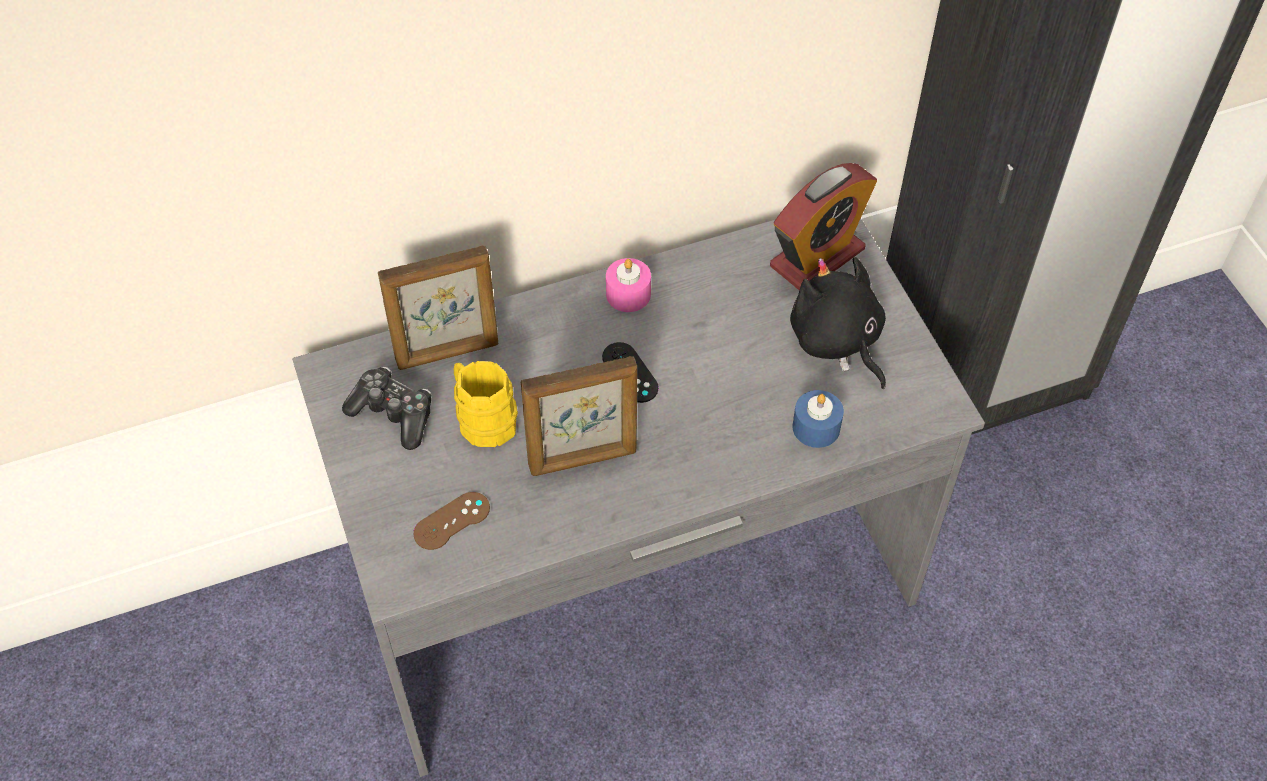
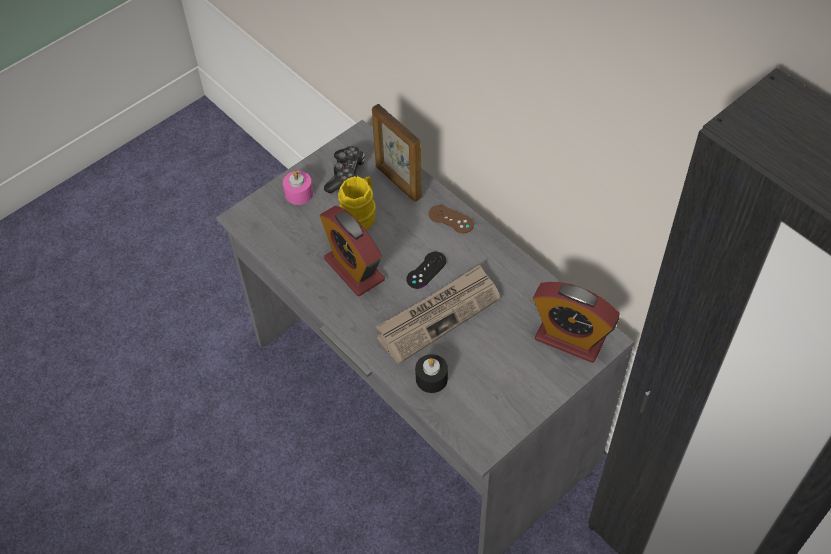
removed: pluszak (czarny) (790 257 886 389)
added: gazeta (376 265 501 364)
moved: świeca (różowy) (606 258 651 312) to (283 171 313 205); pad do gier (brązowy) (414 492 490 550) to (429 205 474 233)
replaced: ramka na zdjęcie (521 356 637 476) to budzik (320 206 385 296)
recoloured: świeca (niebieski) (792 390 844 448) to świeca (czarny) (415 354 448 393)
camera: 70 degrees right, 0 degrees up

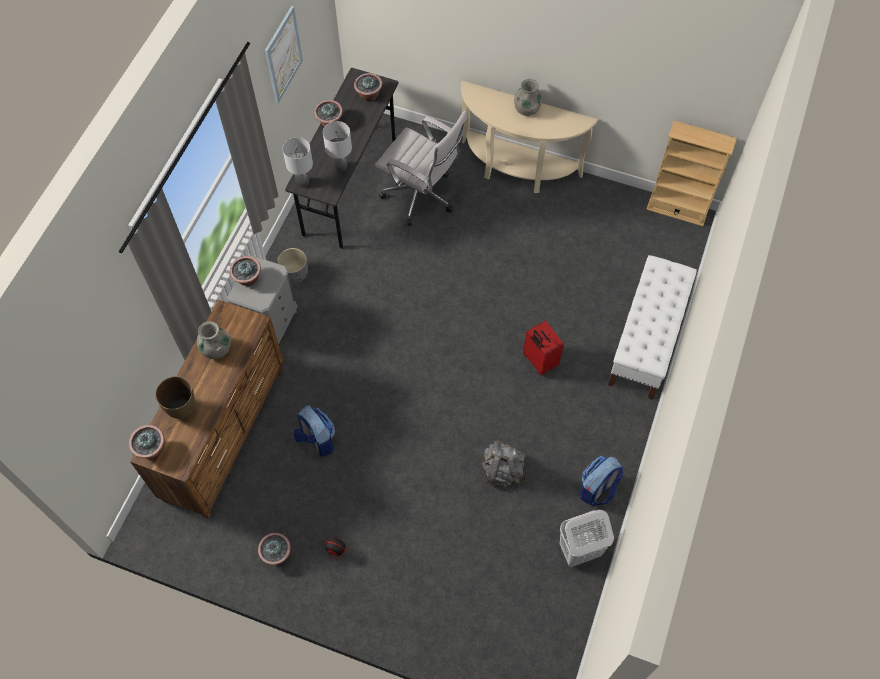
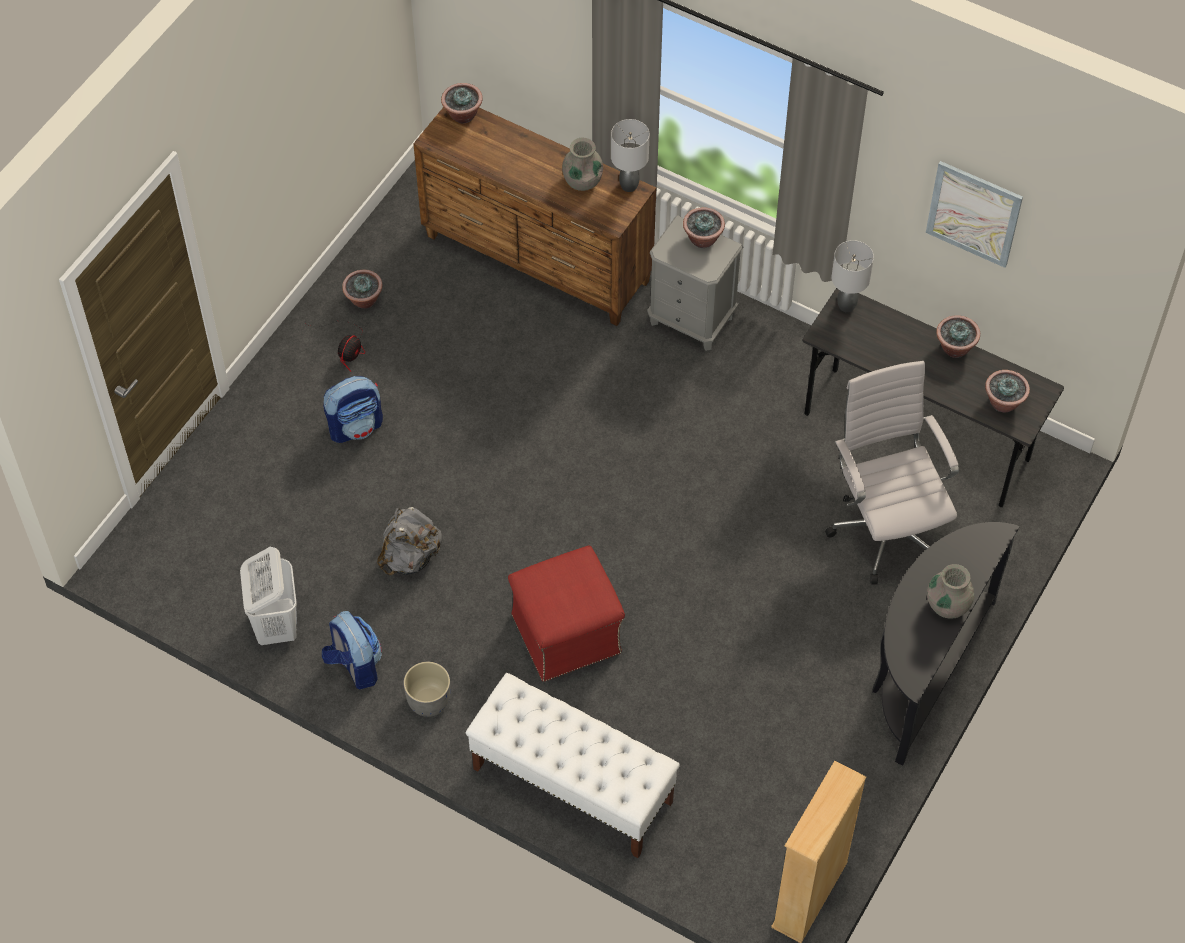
removed: wazon (brązowy) (155 376 195 419)
moved: lampa stołowa (szary) (323 121 352 172) to (611 119 649 192); donica (szary) (277 248 308 283) to (403 662 450 717); plecak (294 406 335 457) to (323 376 383 443)
replaced: walizka (czerwony) (523 321 564 375) to pufa (czerwony) (508 545 625 682)
recoloured: stolik konsolowy (beżowy) (461 81 598 193) to stolik konsolowy (czarny) (872 522 1019 766)
turned: krzesło biurowe (biały) (375 111 467 226) = (825 361 959 585) 120 degrees clockwise
camera: 100 degrees right, 5 degrees down

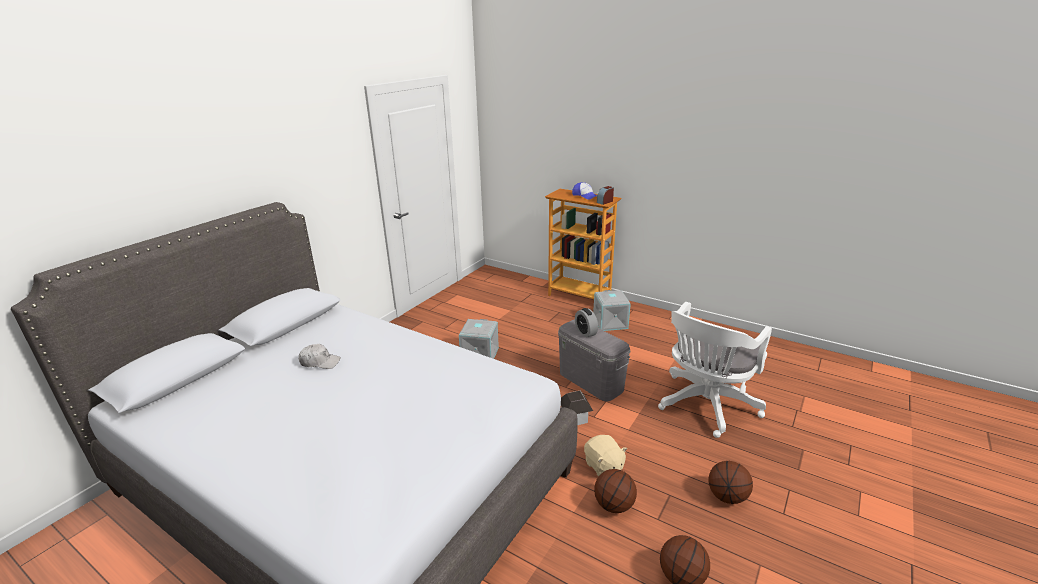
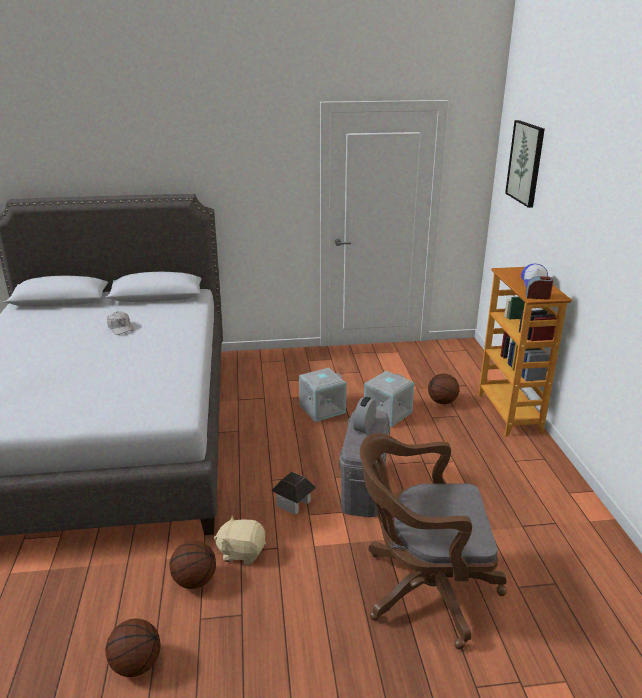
added: obraz (505 120 545 208)
moved: pojemnik do przechowywania (szary) (593 290 631 331) to (364 371 414 427); piłka do koszykówki (708 461 753 504) to (428 373 460 404)
recoloured: krzesło biurowe (biały) (658 302 772 438) to krzesło biurowe (brązowy) (360 433 507 650)
turned: pluszak (beżowy) (584 435 627 477) = (214 516 266 564) 75 degrees clockwise
camera: 50 degrees right, 0 degrees up

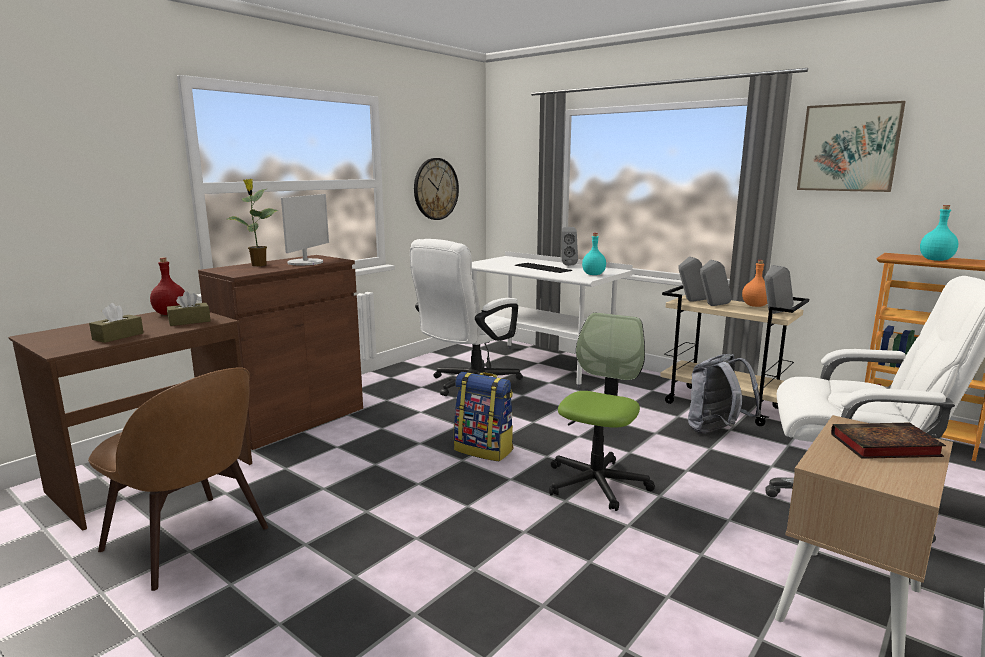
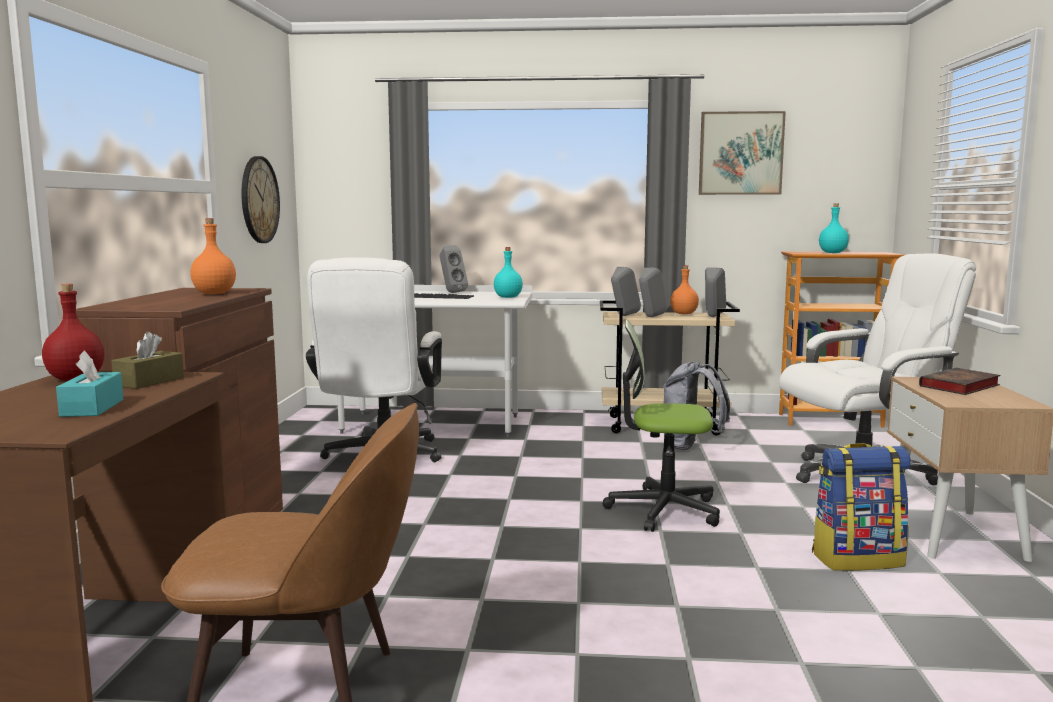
removed: roślina doniczkowa (228 179 278 266)
moved: plecak (454 372 513 462) to (812 443 911 571)
replaced: monitor (281 194 329 265) to butelka (pomarańczowy) (190 218 236 294)
recoloured: pudełko chusteczek (brązowy) (89 303 144 343) to pudełko chusteczek (turkusowy) (56 350 123 417)
turned: krzesło biurowe (549 313 655 511) = (603 320 720 532) 75 degrees counterclockwise
camera: 35 degrees left, 5 degrees down

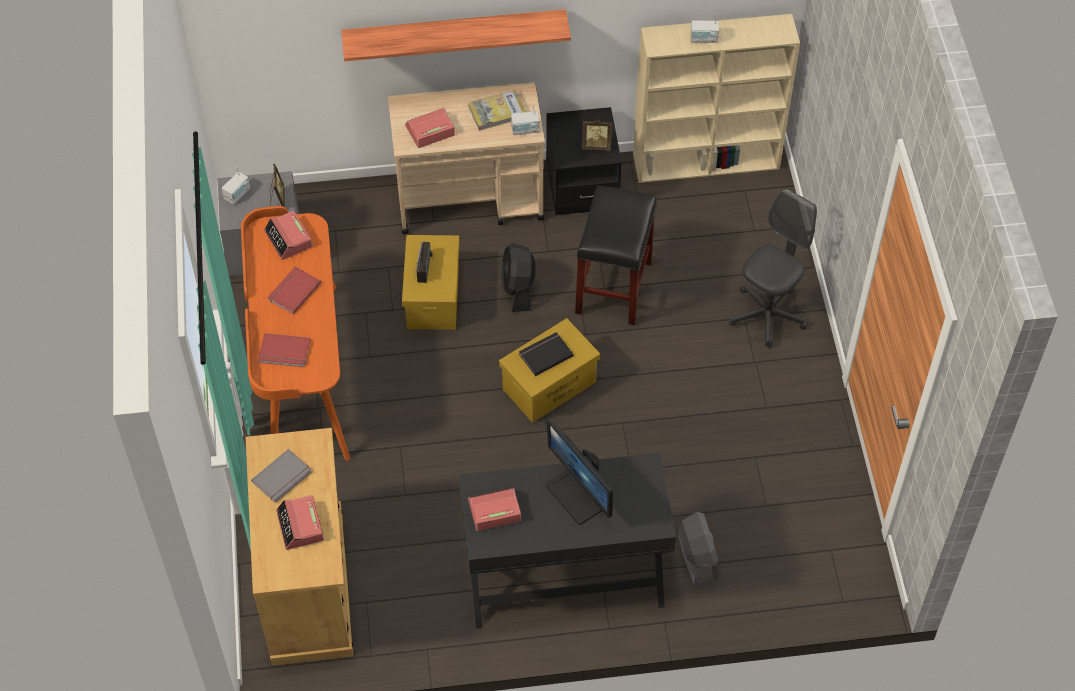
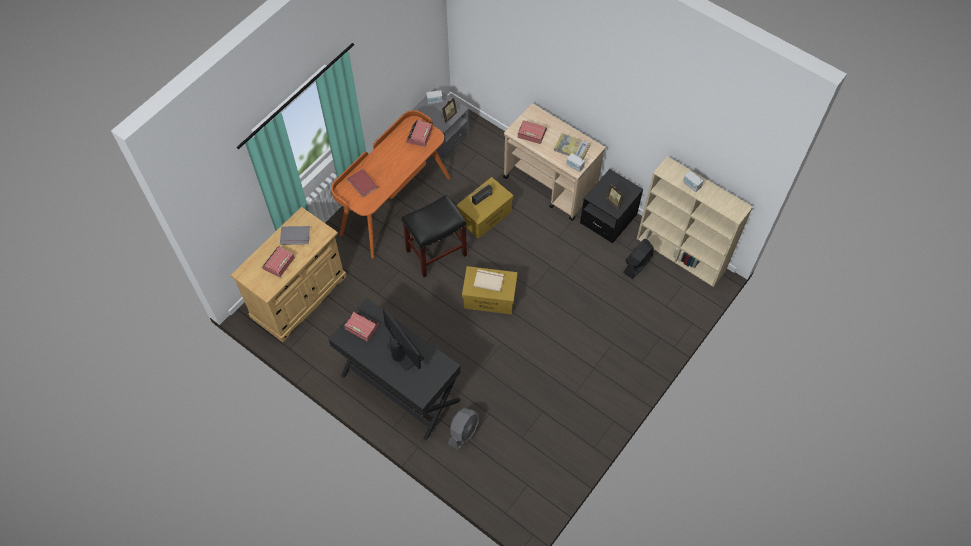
removed: półka (341 9 571 61); krzesło biurowe (szary) (729 189 817 348); książka (czerwony) (267 267 321 314)
moved: stołek (czarny) (575 185 657 325) to (402 195 467 277); wentylator (czarny) (502 243 536 312) to (623 239 654 279)
recoloured: książka (czarny) (519 332 573 376) to książka (beżowy) (474 269 504 292)
turned: monitor (545 418 613 525) = (383 309 424 370) 135 degrees clockwise
camera: 45 degrees right, 5 degrees up

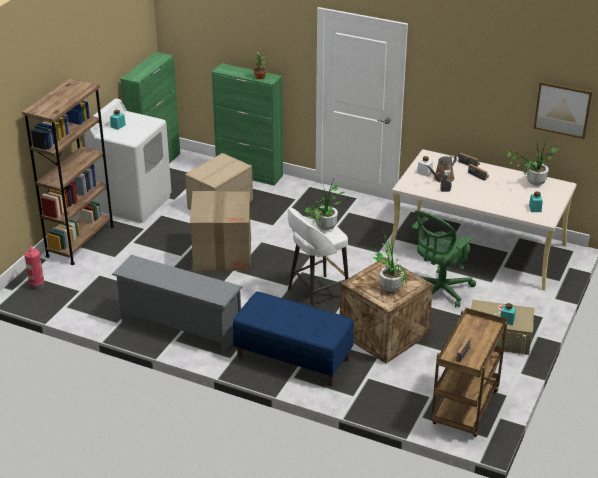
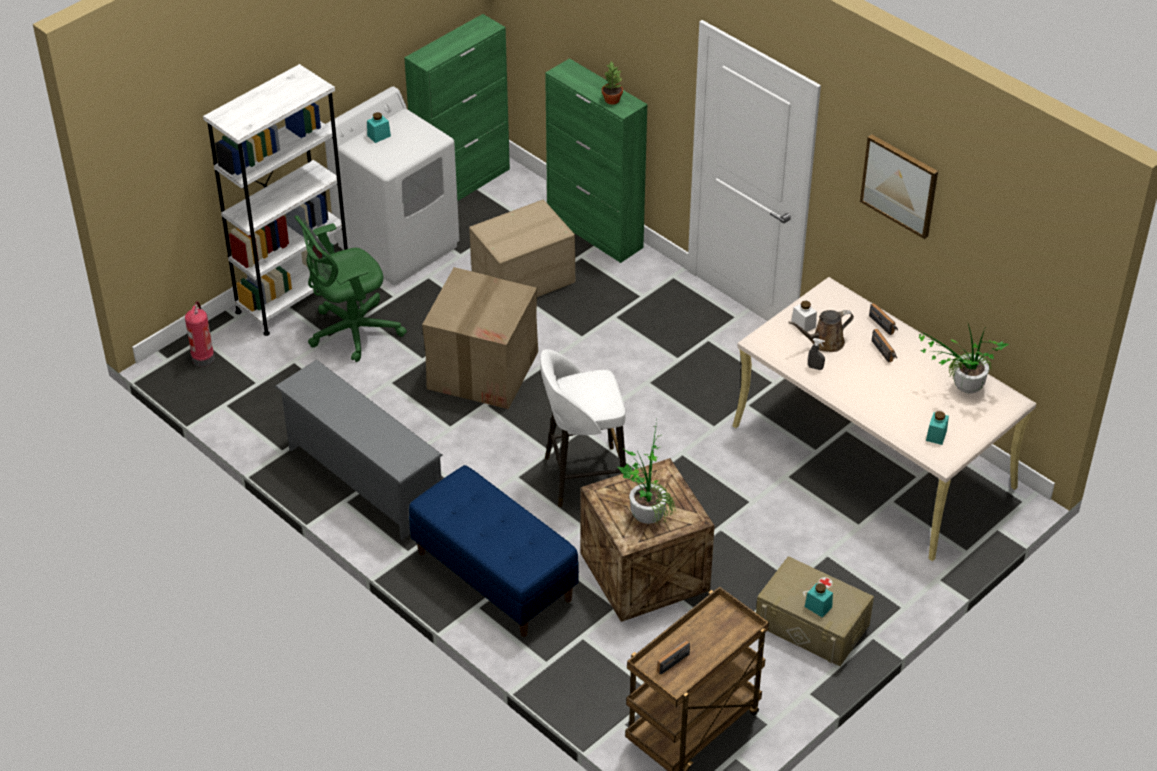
removed: roślina doniczkowa (304 177 345 230)
moved: obraz (534 81 592 139) to (860 134 938 239); krzesło biurowe (zielony) (412 210 476 307) to (294 215 407 362)
recoloured: regał (brązowy) (22 78 114 265) to regał (biały) (203 64 348 336)
camera: 20 degrees right, 10 degrees up

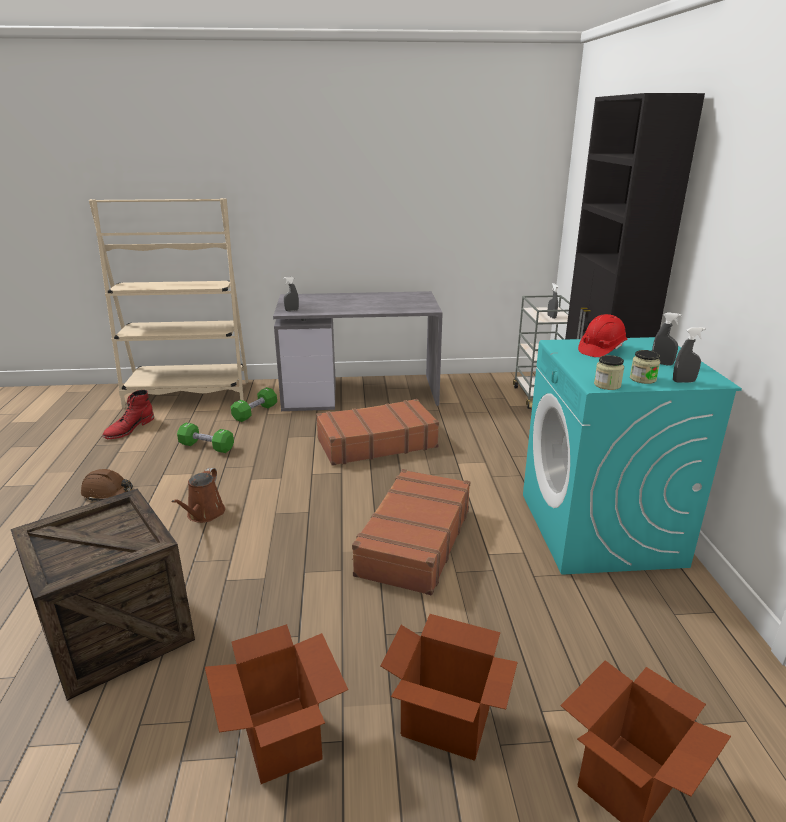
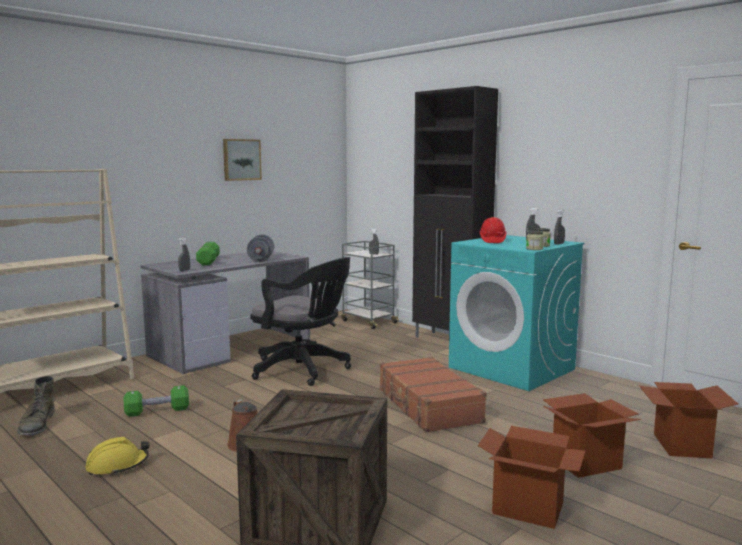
added: obraz (223 139 262 181); hantel (szary) (247 234 274 262)
moved: hantel (zielony) (231 387 277 422) to (196 242 220 265)
replaced: walizka (brązowy) (316 399 439 466) to krzesło biurowe (czarny) (250 257 351 386)
recoloured: but z cholewką (czerwony) (102 390 154 439) to but z cholewką (zielony) (17 376 55 436); kask (brązowy) (81 469 133 502) to kask (żółty) (85 437 150 475)
camera: 40 degrees left, 15 degrees down

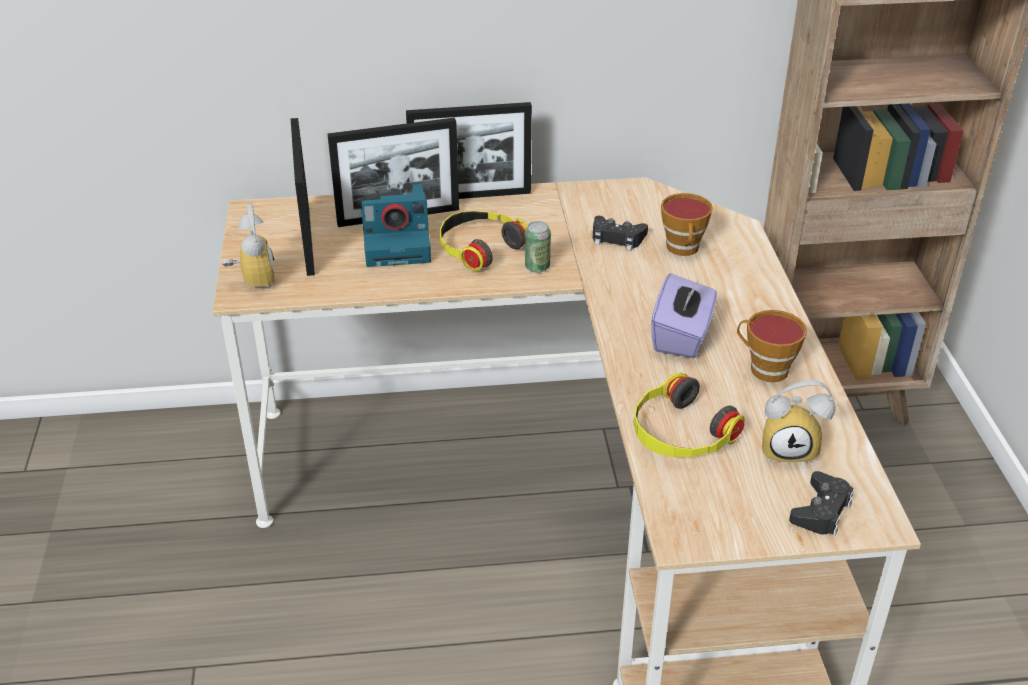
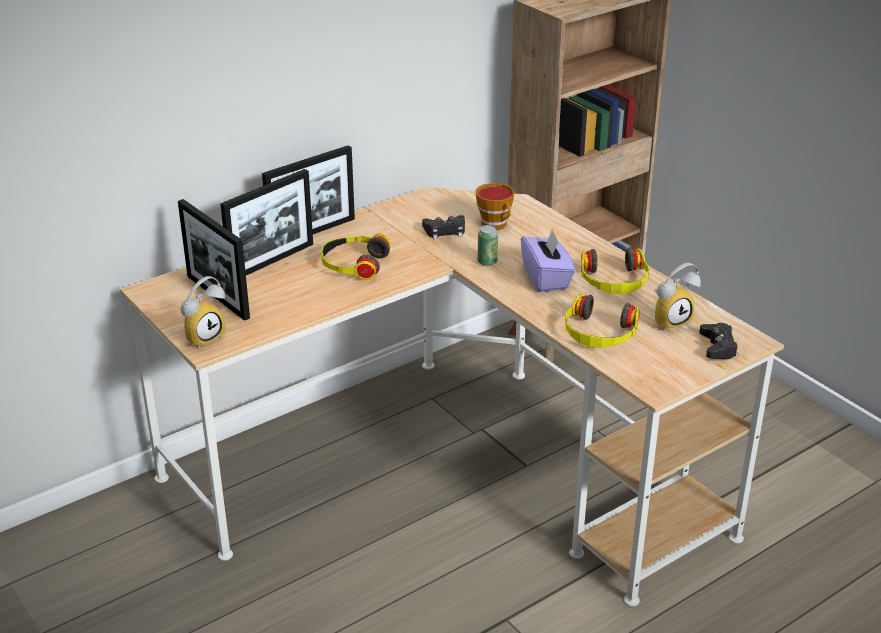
removed: aparat fotograficzny (361 184 431 267)
moved: puszka (525 221 551 273) to (477 225 498 266)
replaced: filiżanka (737 310 807 382) to słuchawki (581 248 649 294)
turned: budzik (222 203 275 289) = (181 276 225 349) 90 degrees clockwise
camera: 30 degrees left, 5 degrees down

